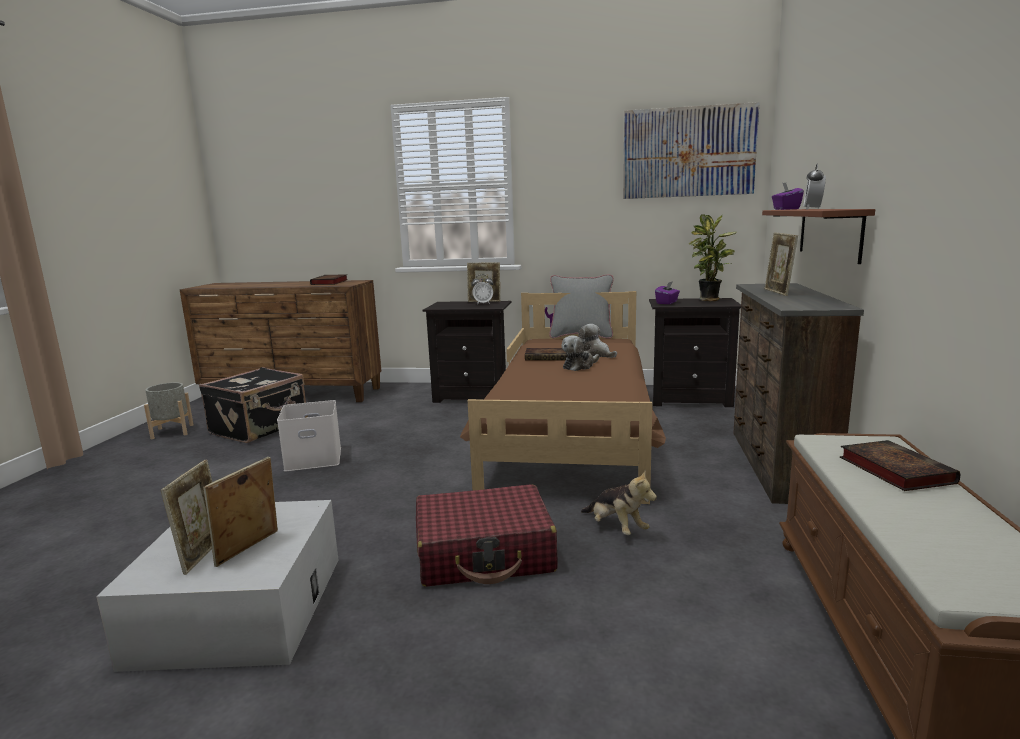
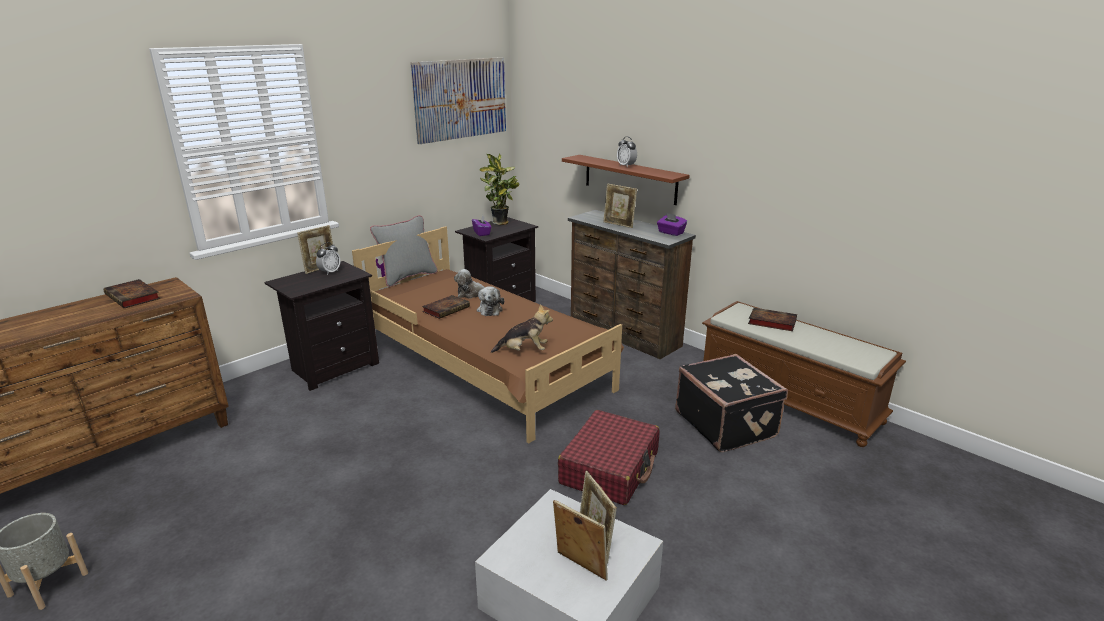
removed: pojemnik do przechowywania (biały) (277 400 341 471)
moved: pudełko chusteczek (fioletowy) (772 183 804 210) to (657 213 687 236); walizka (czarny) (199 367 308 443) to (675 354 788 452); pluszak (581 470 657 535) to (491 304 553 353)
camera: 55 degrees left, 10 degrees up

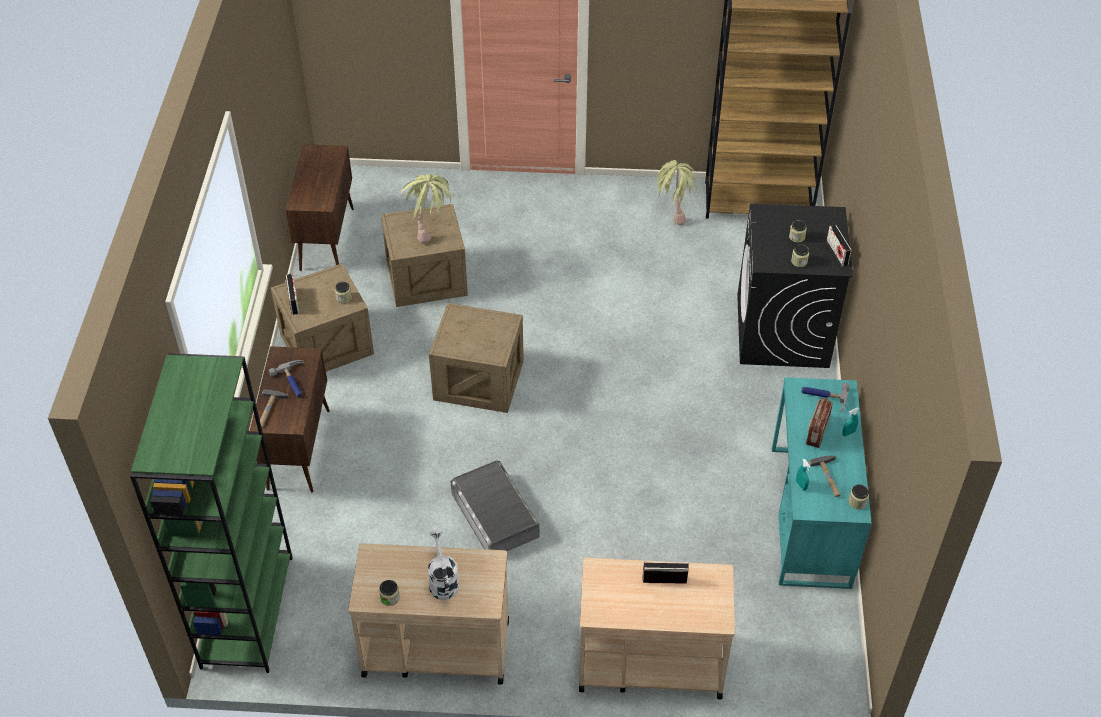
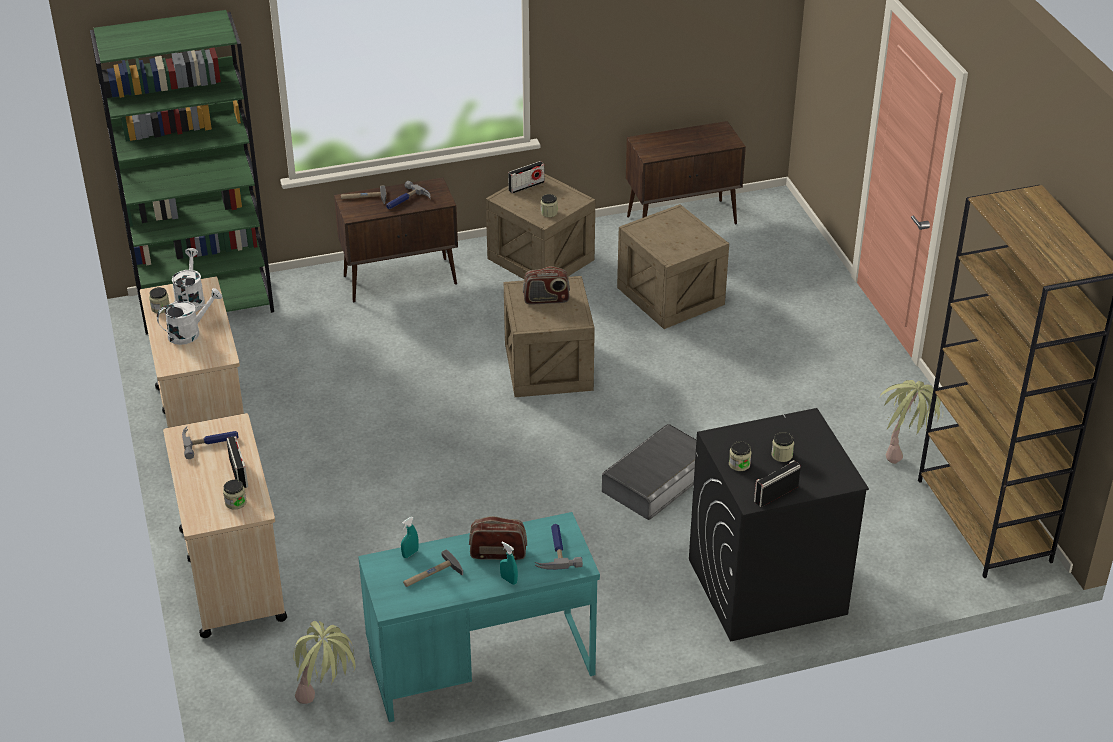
added: konewka (biały) (172 248 205 312); radio (523 266 570 304); młotek (182 426 238 459)
moved: roślina doniczkowa (401 174 454 244) to (293 621 355 704); pojemnik do przechowywania (szary) (451 460 539 551) to (602 424 696 520); słoik (848 484 869 509) to (223 480 247 510)
camera: 70 degrees right, 10 degrees down

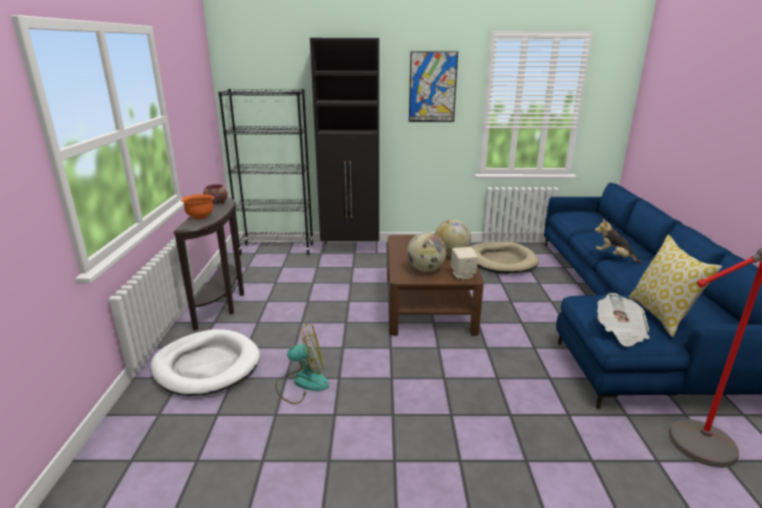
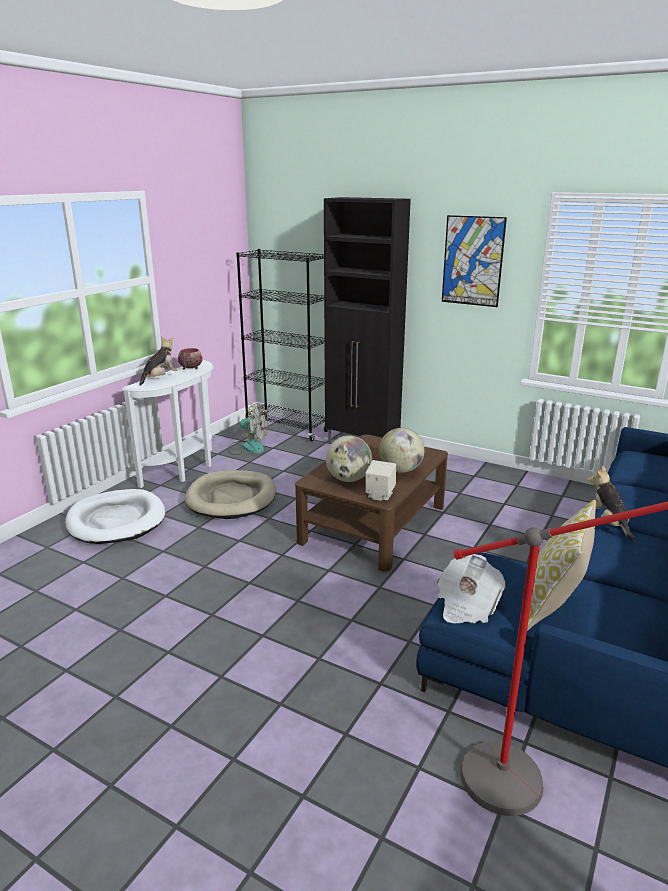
moved: legowisko (beżowy) (471 242 539 274) to (185 470 276 519); wentylator (275 323 329 404) to (228 404 268 455)
replaced: miska (pomarańczowy) (181 194 214 219) to pluszak (139 337 178 386)
recoloured: stolik konsolowy (brązowy) (174 197 244 330) to stolik konsolowy (biały) (122 360 214 488)
camera: 30 degrees right, 0 degrees up

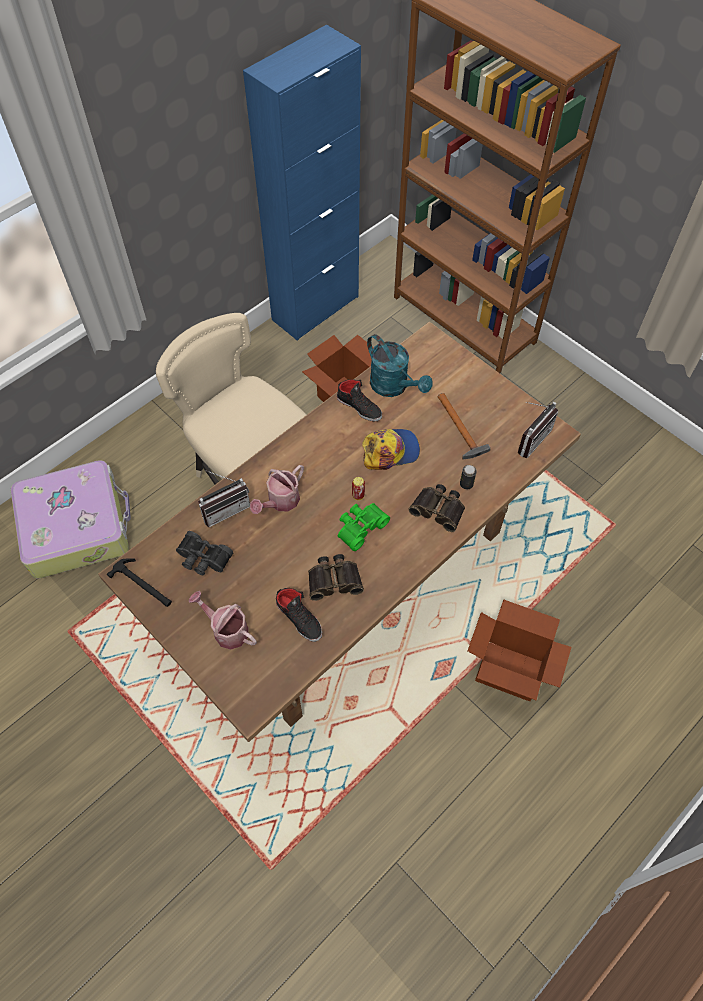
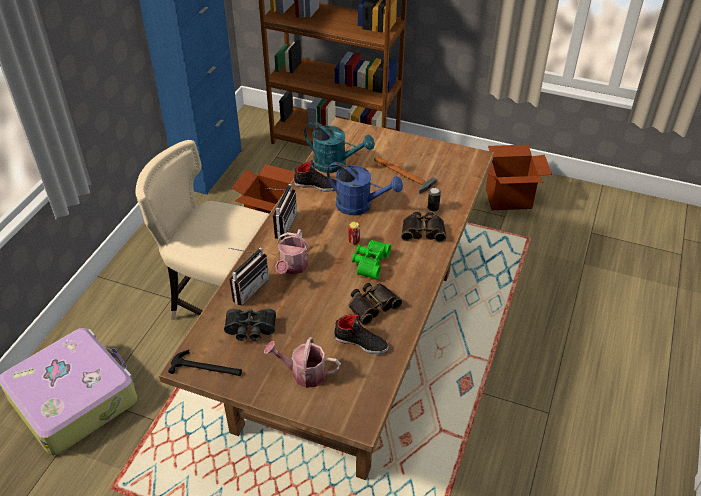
moved: radio (518 402 558 458) to (265 184 297 240); karton (468 599 571 702) to (486 145 552 210)
replaced: czapka z daszkiem (362 429 420 470) to konewka (niebieski) (327 162 403 215)
camera: 25 degrees left, 15 degrees down

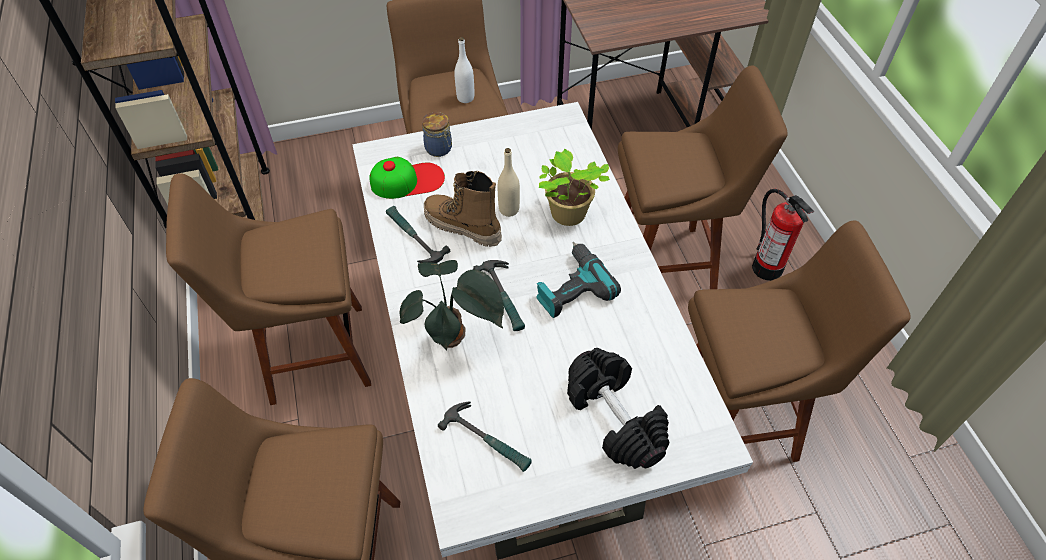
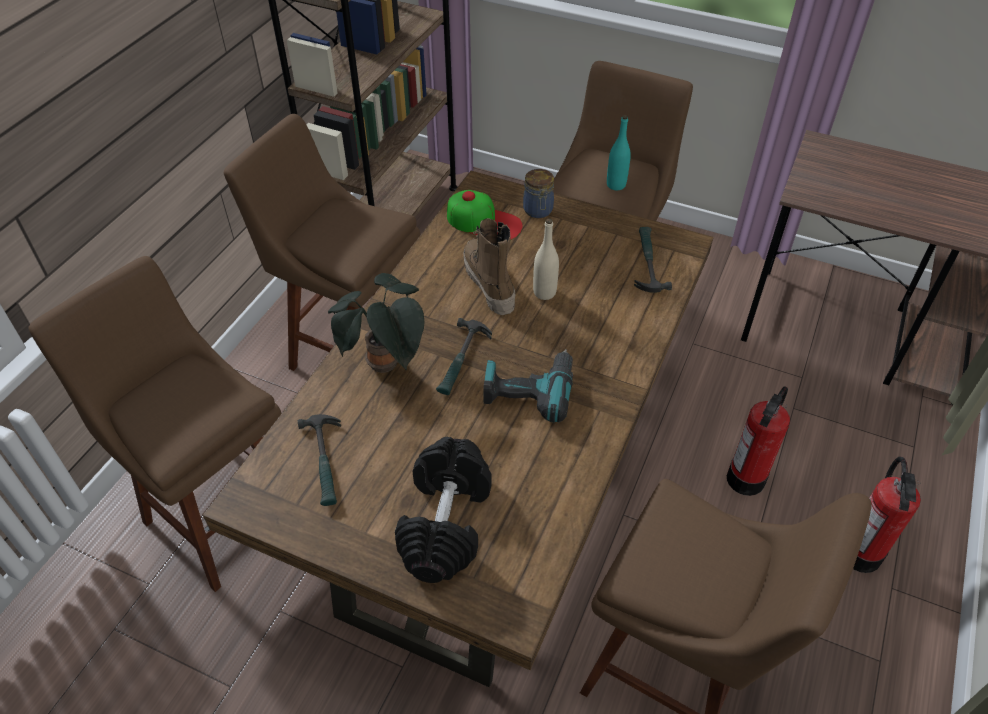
removed: roślina doniczkowa (539 149 610 226)
moved: młotek (386 206 450 264) to (634 227 672 293)
replaced: stołek (brązowy) (618 66 788 289) to gaśnica (727 386 790 496)
recoloured: butelka (biały) (454 37 474 103) to butelka (turkusowy) (607 115 631 190); stół jadalny (biały) (352 102 753 560) to stół jadalny (brązowy) (203 171 714 687)
camera: 40 degrees right, 5 degrees down

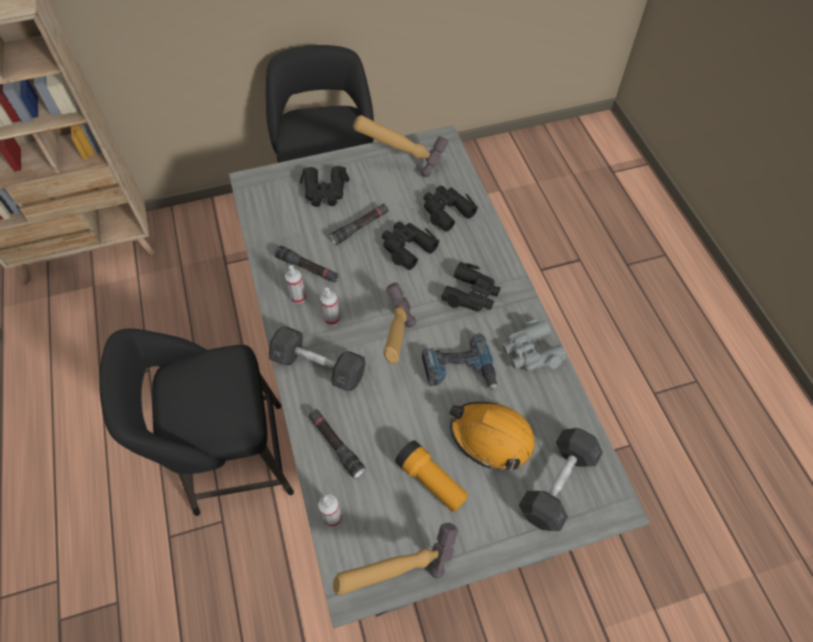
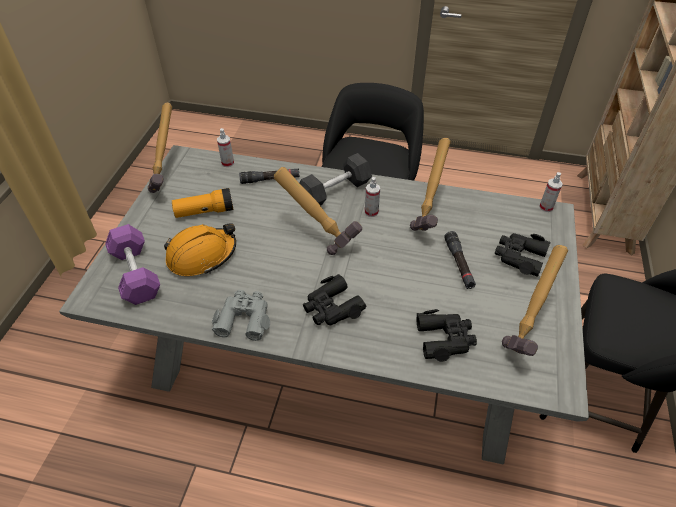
removed: lornetka (czarny) (382 222 439 270); wiertarka (422 333 497 393)
moved: spryskiwacz (285 265 306 304) to (539 172 563 212)
replaced: latarka (czarny) (274 245 339 283) to młotek (410 138 451 231)
recoloured: hantel (szary) (519 428 603 531) to hantel (fioletowy) (105 224 160 305)
camera: 120 degrees right, 10 degrees down

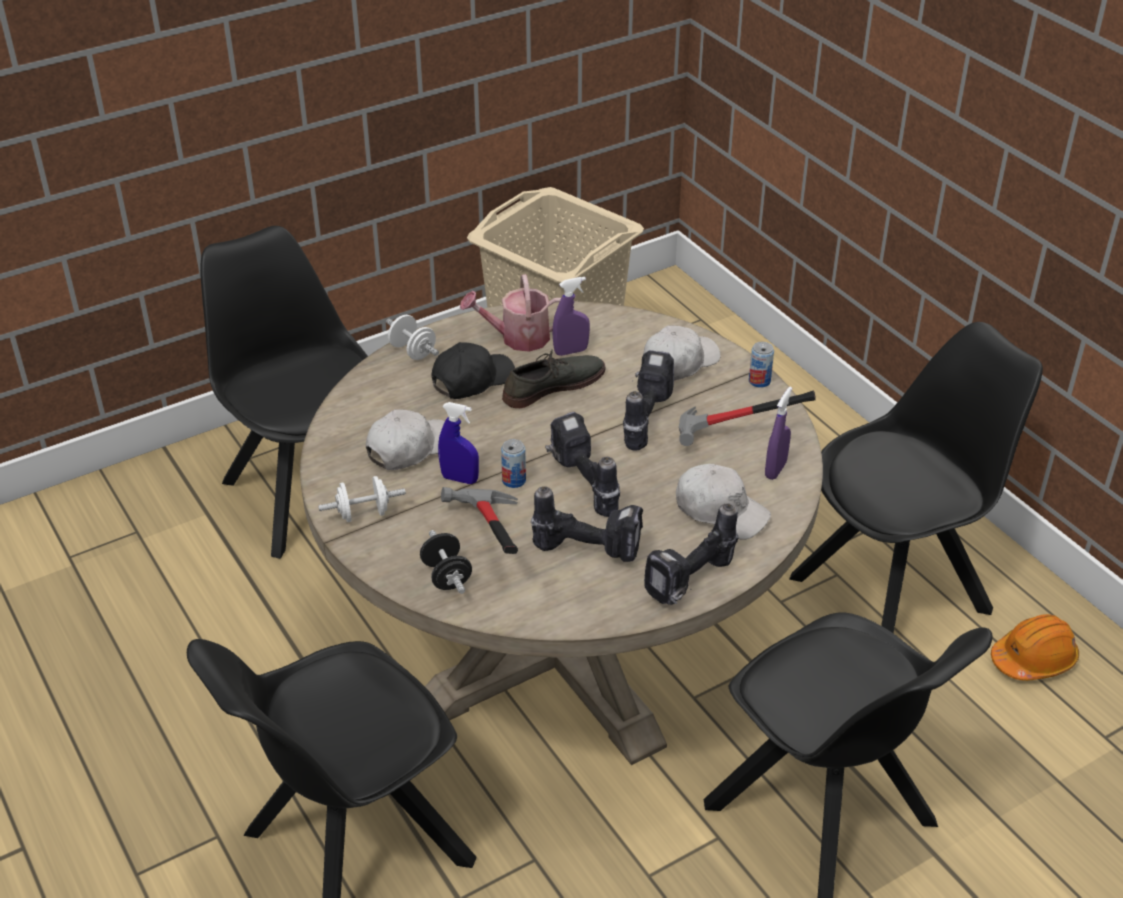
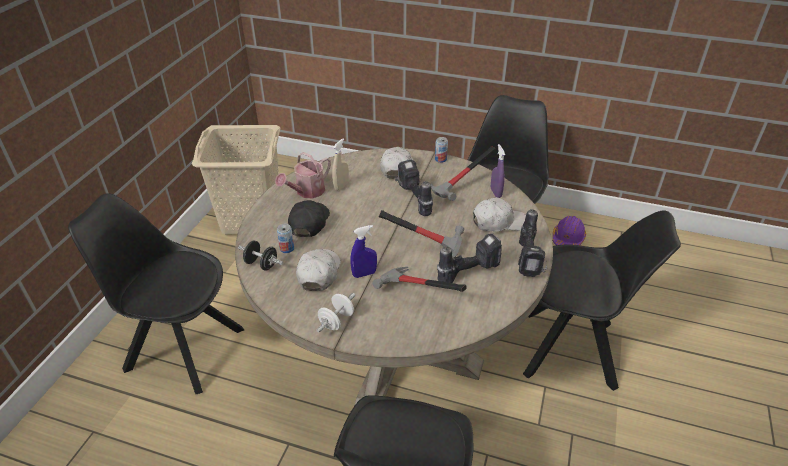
removed: hantel (biały) (386 315 439 360); but (szary) (502 349 606 408)
moved: puszka (501 439 526 488) to (277 224 294 253); hantel (czarny) (420 530 472 594) to (238 240 283 270)
replaced: wiertarka (545 412 620 517) to młotek (379 210 464 258)
recoloured: spryskiwacz (fioletowy) (552 277 590 356) to spryskiwacz (beżowy) (332 138 349 191); kask (pomarańczowy) (991 614 1079 681) to kask (fioletowy) (553 216 586 245)
camera: 40 degrees left, 0 degrees up

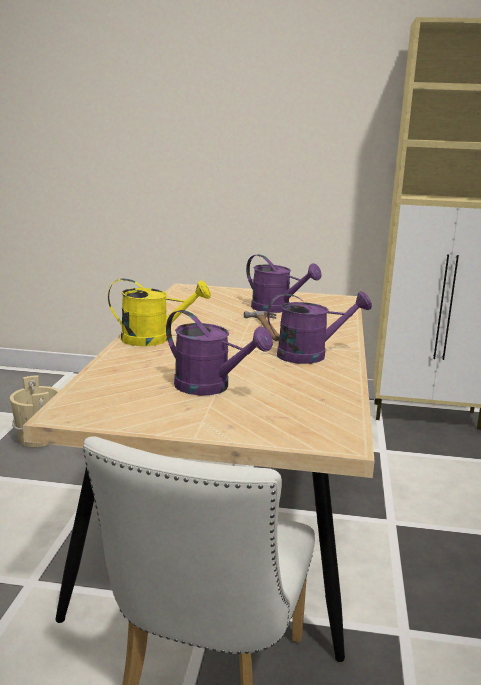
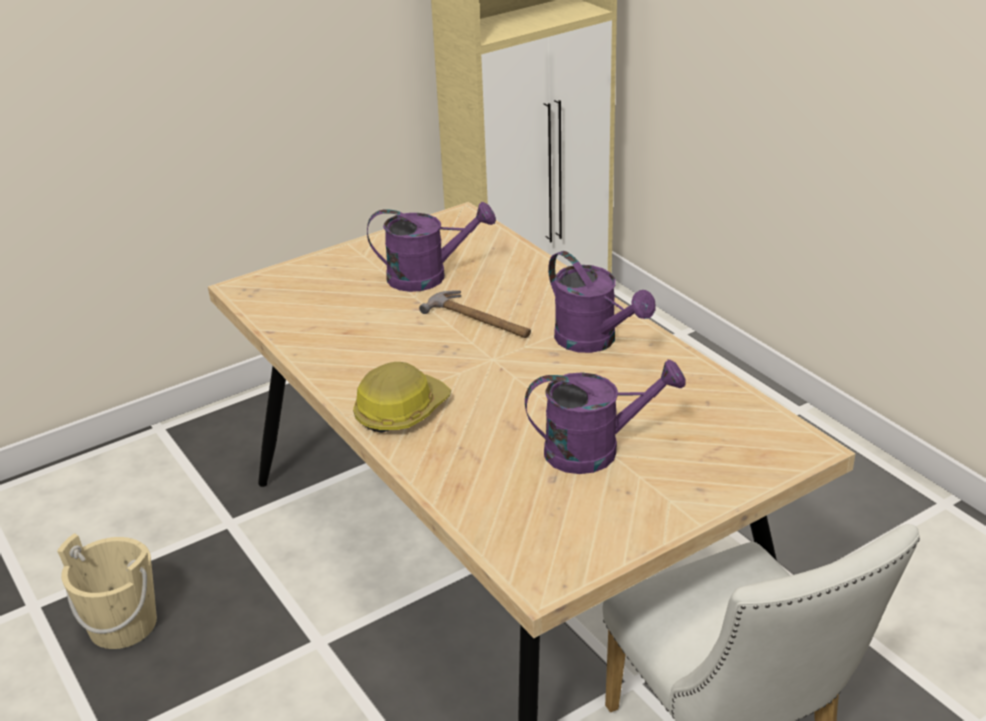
replaced: konewka (żółty) (108 278 211 346) to kask (353 362 451 433)
turned: konewka (fioletowy) (267 291 372 364) = (548 251 656 353) 105 degrees clockwise
camera: 40 degrees left, 15 degrees up

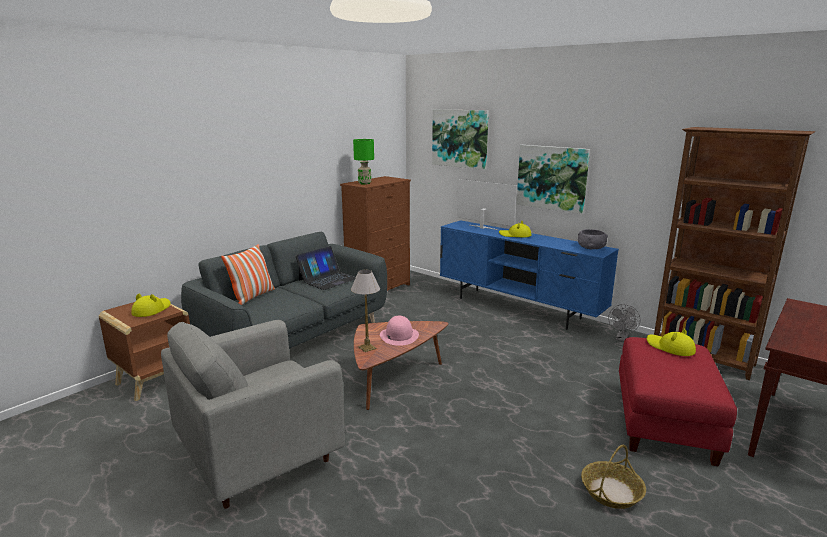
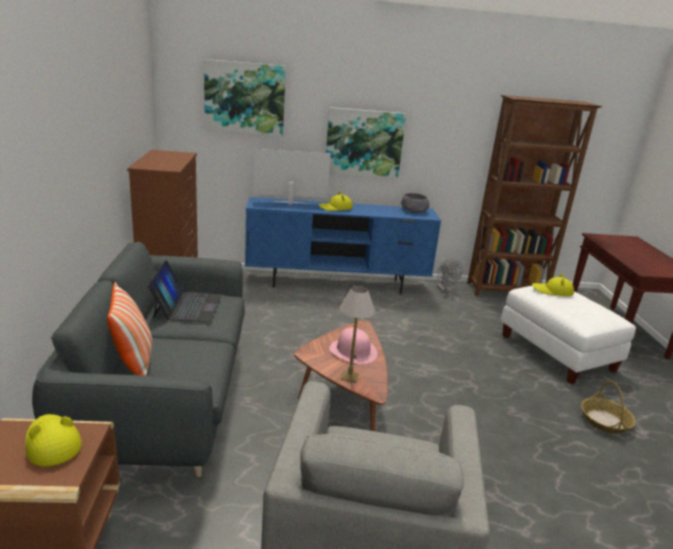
removed: lampa stołowa (zielony) (353 139 374 185)
recoloured: pufa (czerwony) (619 337 737 467) to pufa (biały) (500 286 636 384)
camera: 45 degrees left, 5 degrees up

